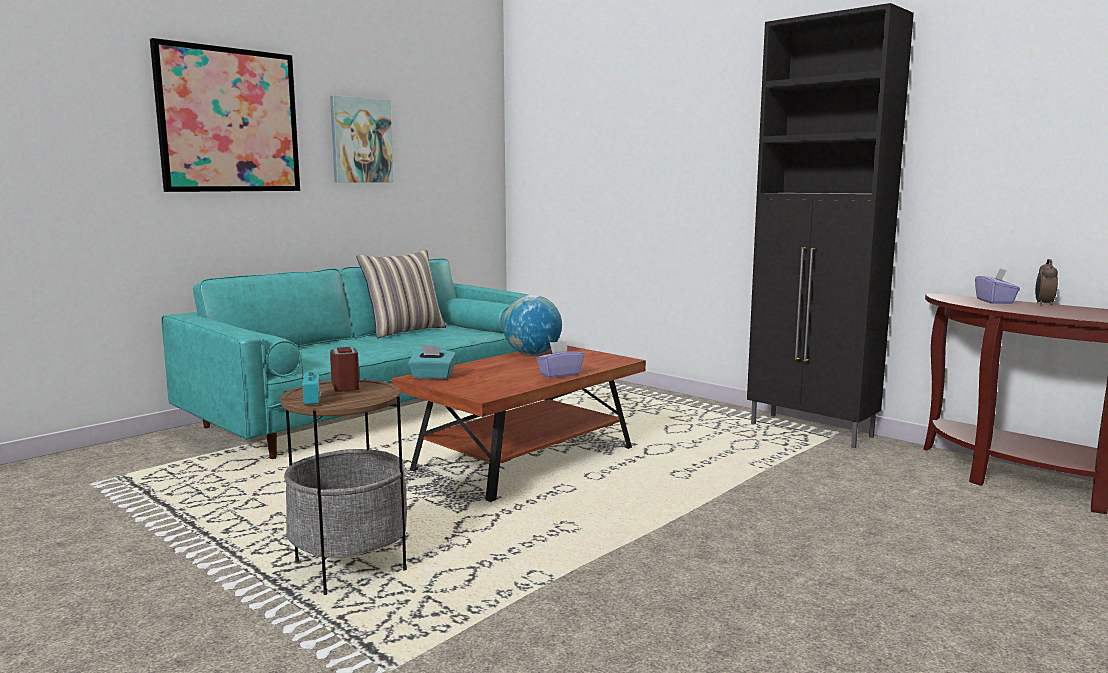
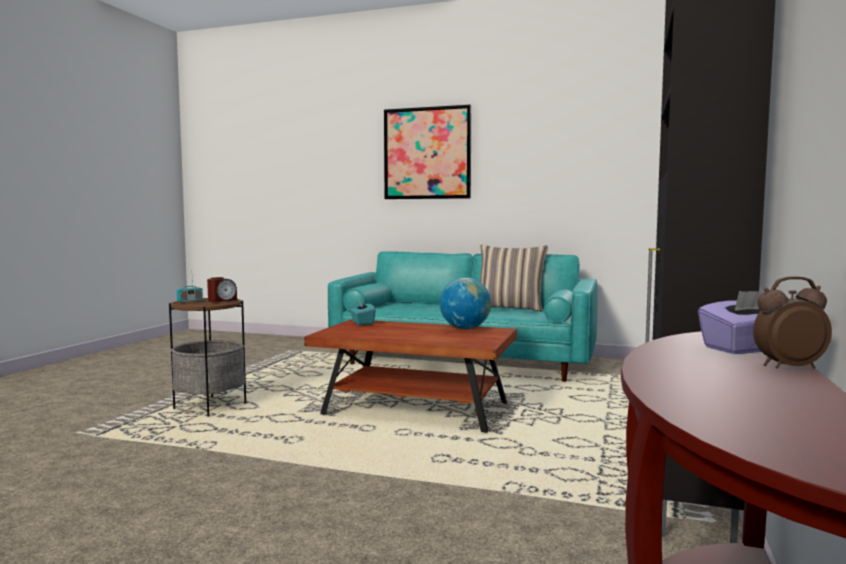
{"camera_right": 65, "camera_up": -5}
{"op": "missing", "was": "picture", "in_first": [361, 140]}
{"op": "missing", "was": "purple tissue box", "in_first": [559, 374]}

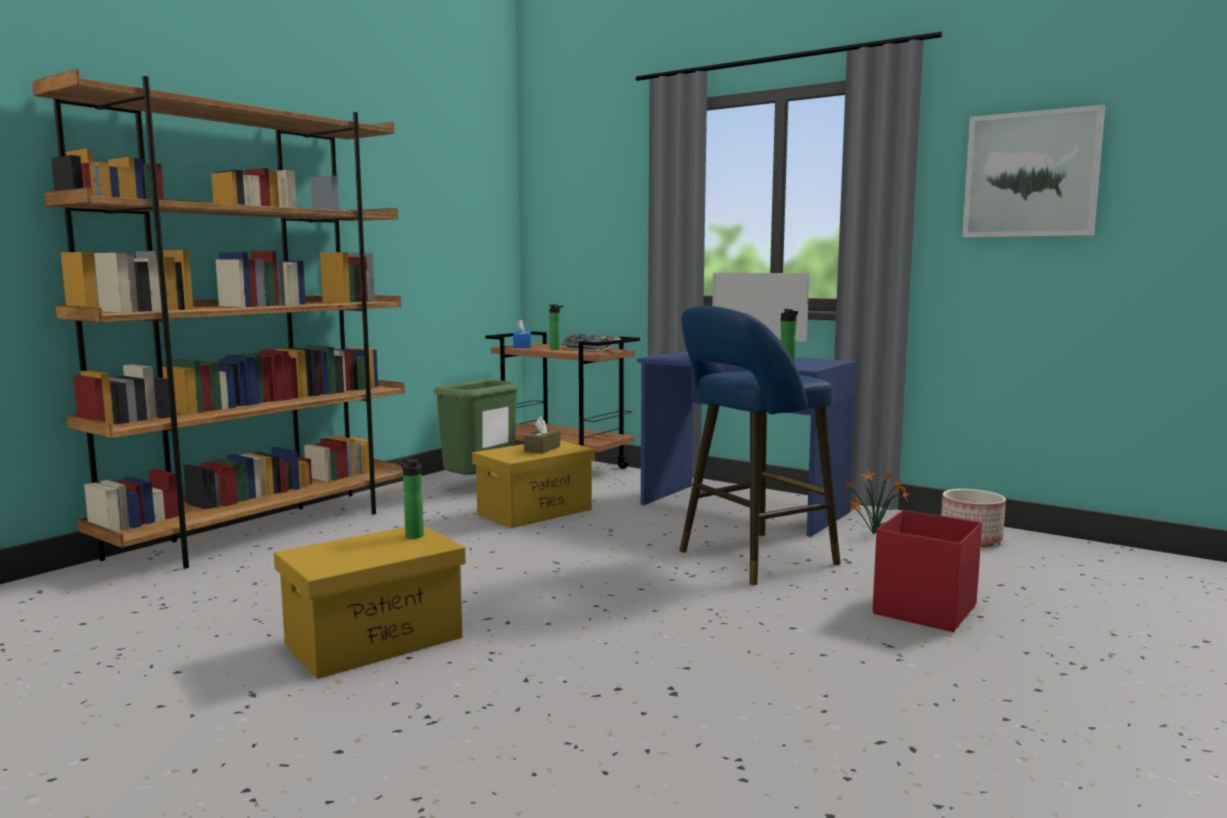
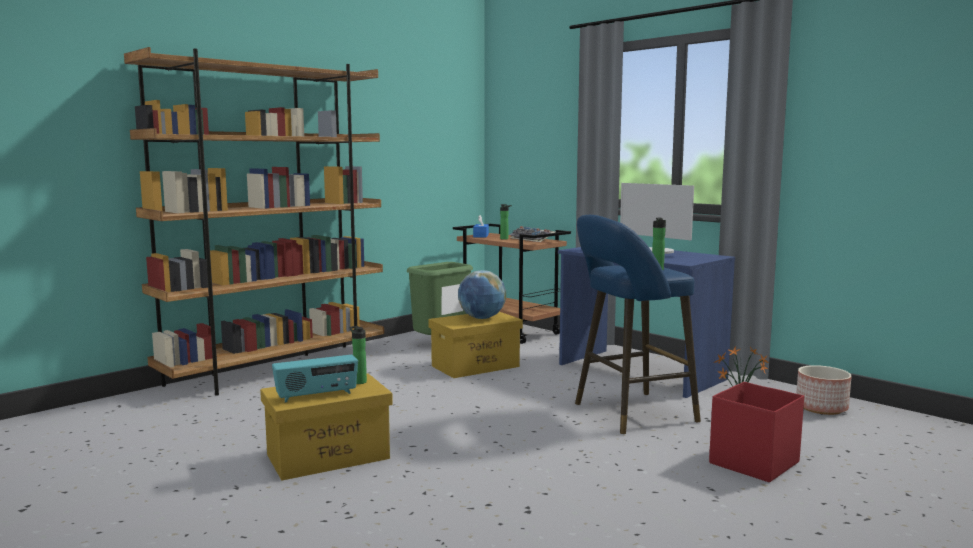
{"camera_right": 10, "camera_up": 0}
{"op": "exchanged", "was": "brown tissue box", "now": "globe", "in_first": [542, 449], "in_second": [482, 318]}
{"op": "missing", "was": "picture", "in_first": [1031, 175]}
{"op": "appeared", "now": "radio", "in_second": [317, 396]}

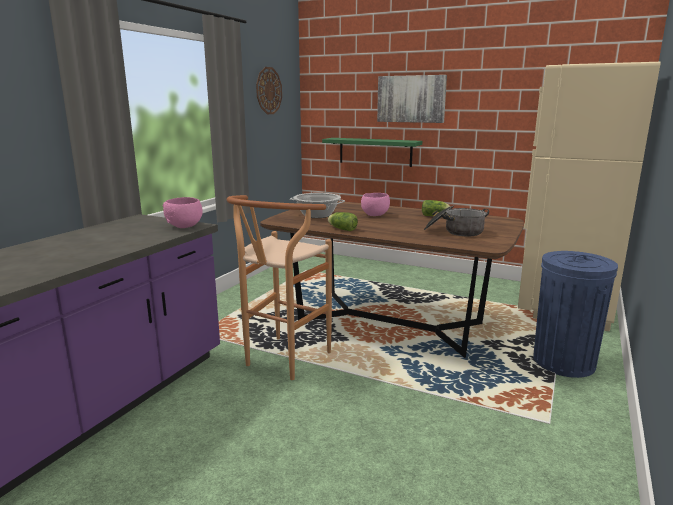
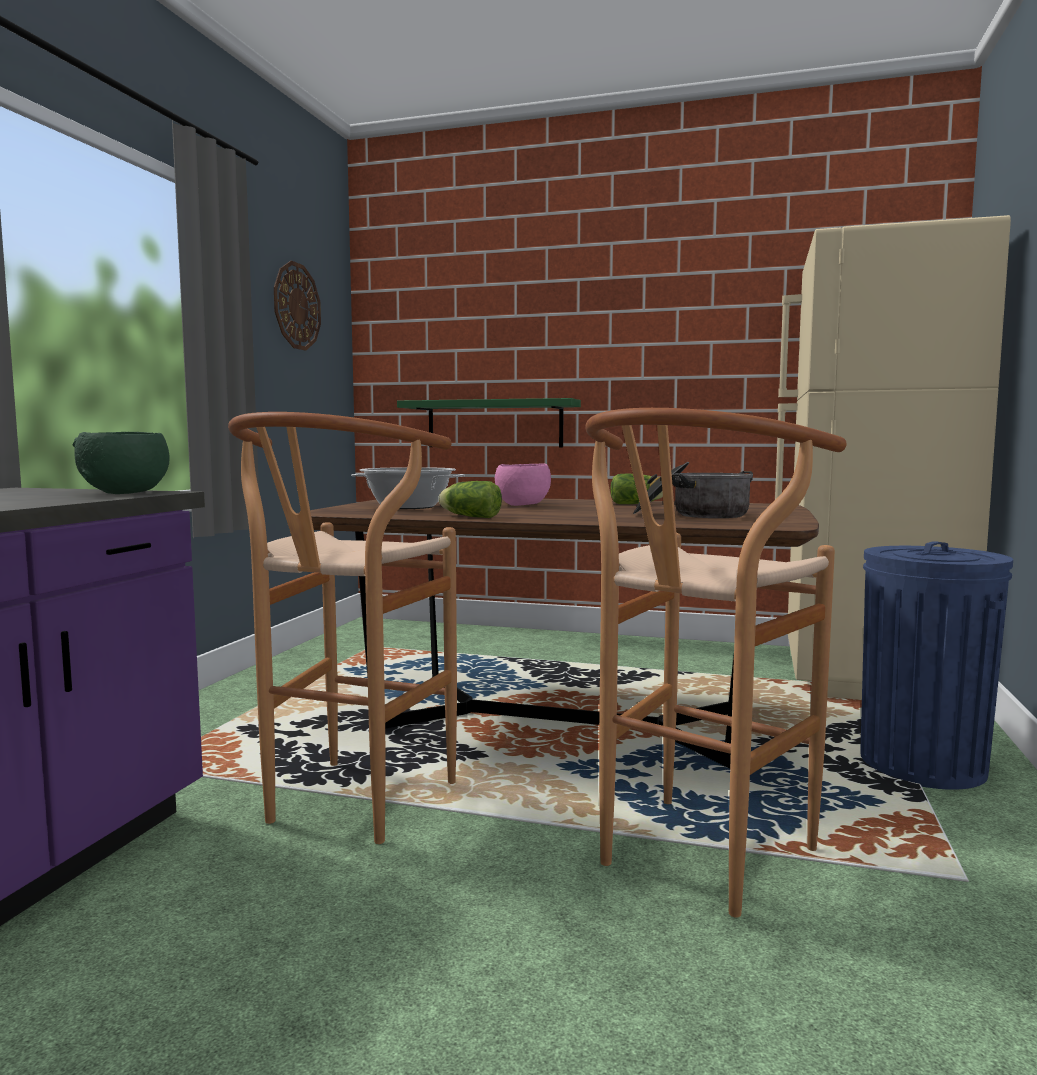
{"camera_right": -10, "camera_up": -10}
{"op": "colour", "was": "pink bowl", "now": "green bowl", "in_first": [185, 226], "in_second": [126, 493]}
{"op": "missing", "was": "picture", "in_first": [411, 99]}
{"op": "appeared", "now": "brown stool", "in_second": [693, 863]}

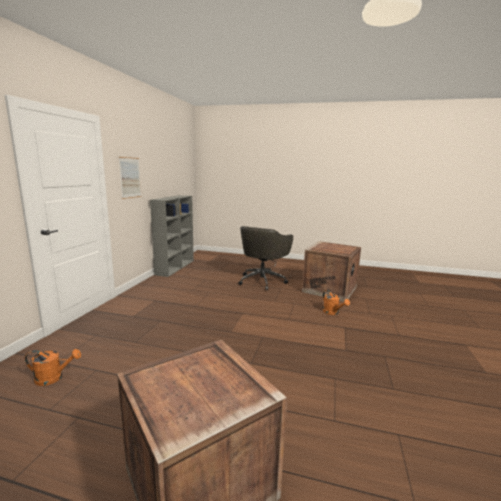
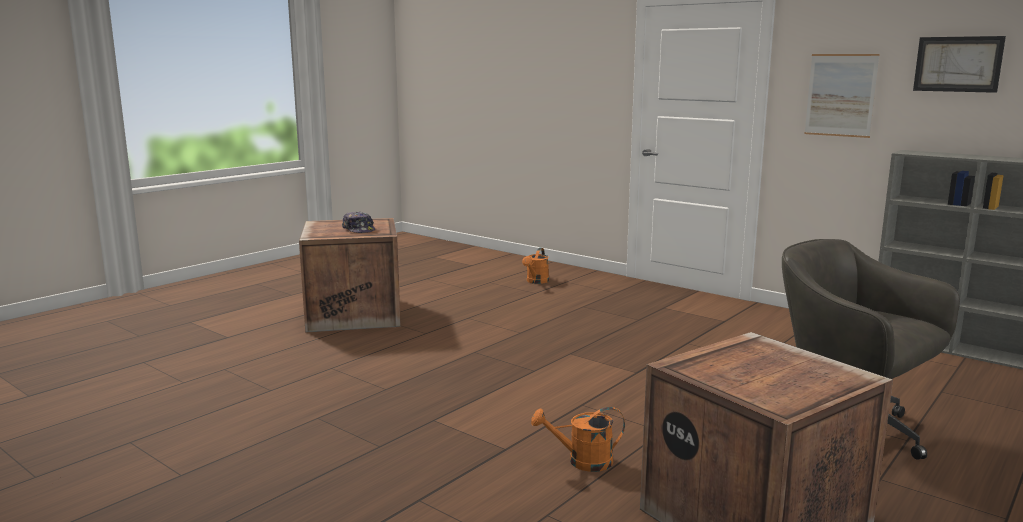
{"camera_right": 115, "camera_up": 0}
{"op": "appeared", "now": "cap", "in_second": [359, 230]}
{"op": "appeared", "now": "picture", "in_second": [958, 64]}

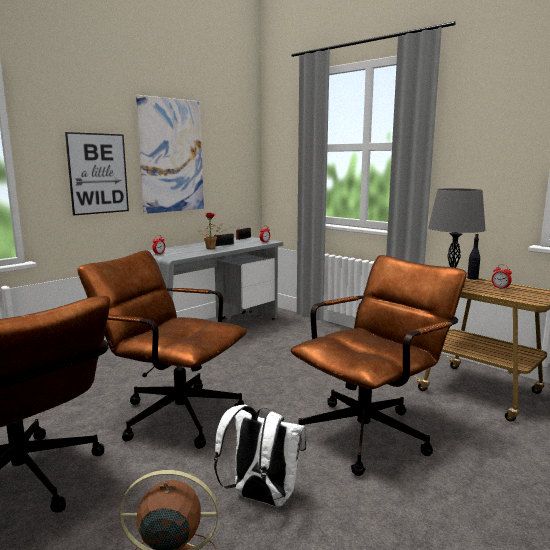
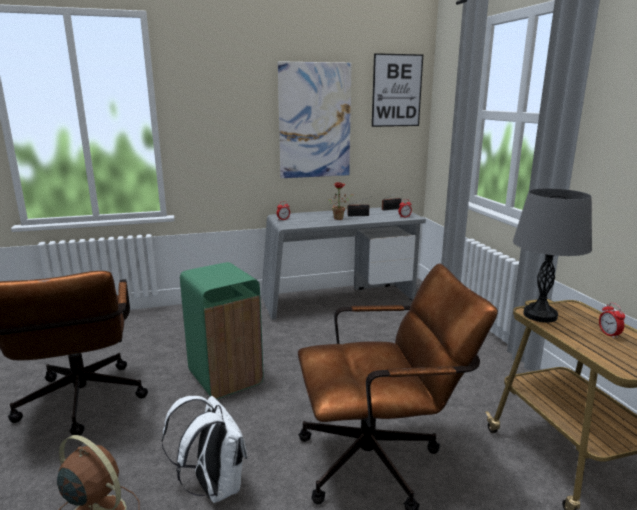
{"camera_right": 30, "camera_up": 5}
{"op": "relocated", "was": "picture", "in_first": [98, 173], "in_second": [396, 90]}
{"op": "exchanged", "was": "brown office chair", "now": "green trash can", "in_first": [171, 414], "in_second": [226, 377]}
{"op": "missing", "was": "black bottle", "in_first": [472, 278]}

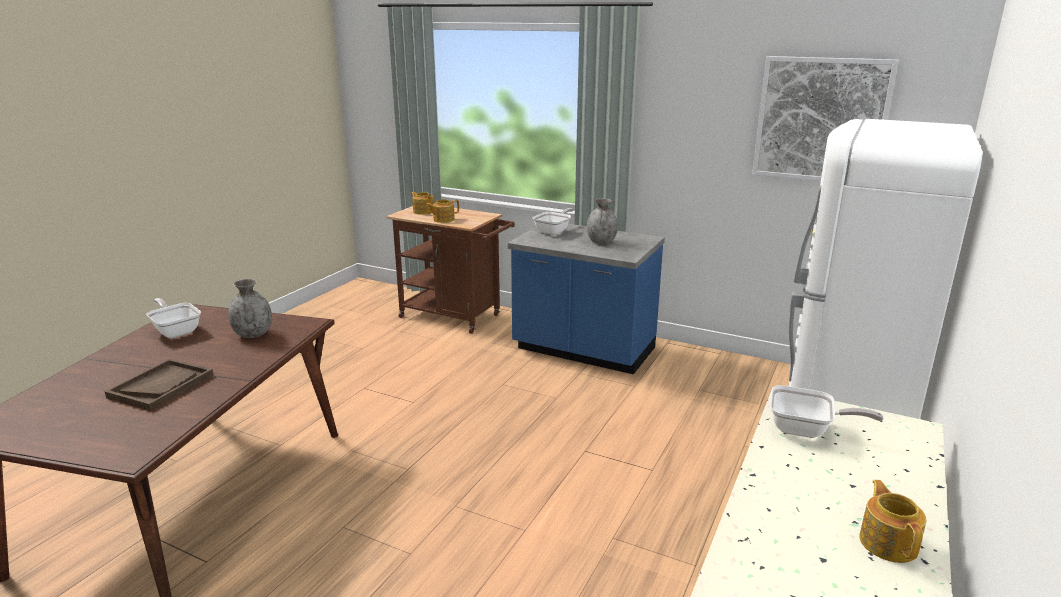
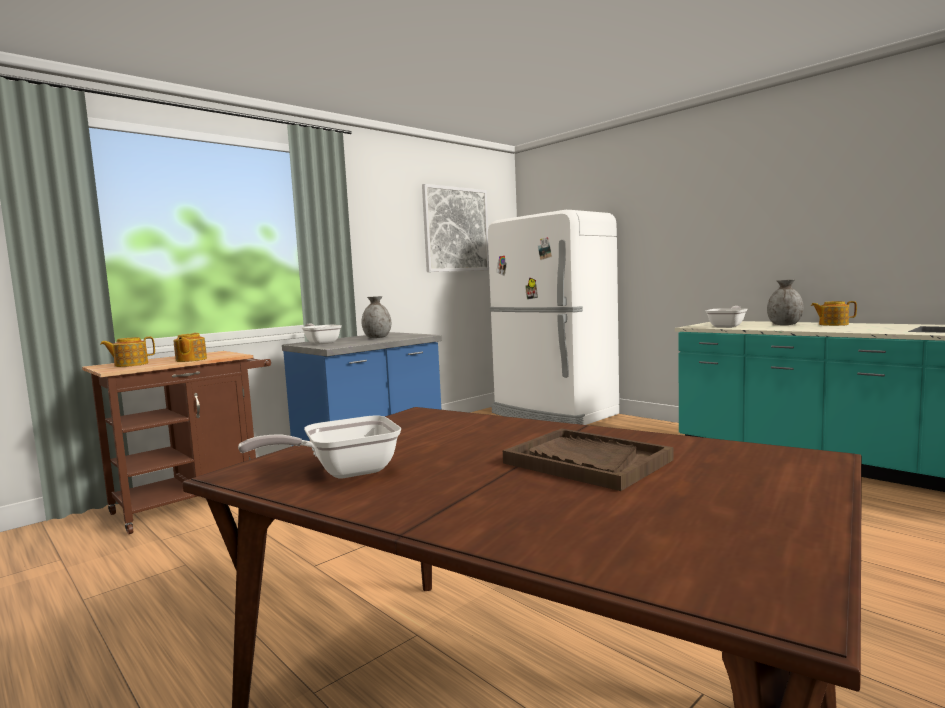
{"camera_right": -70, "camera_up": -15}
{"op": "relocated", "was": "grey vase", "in_first": [253, 334], "in_second": [785, 324]}

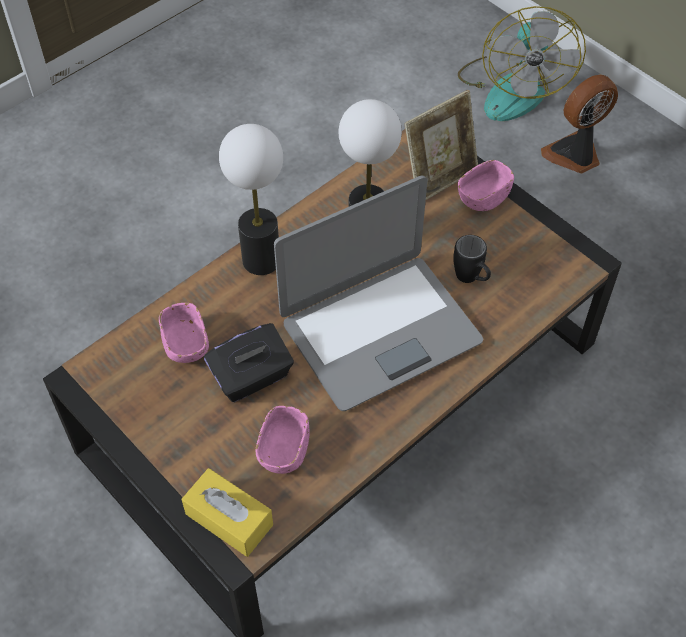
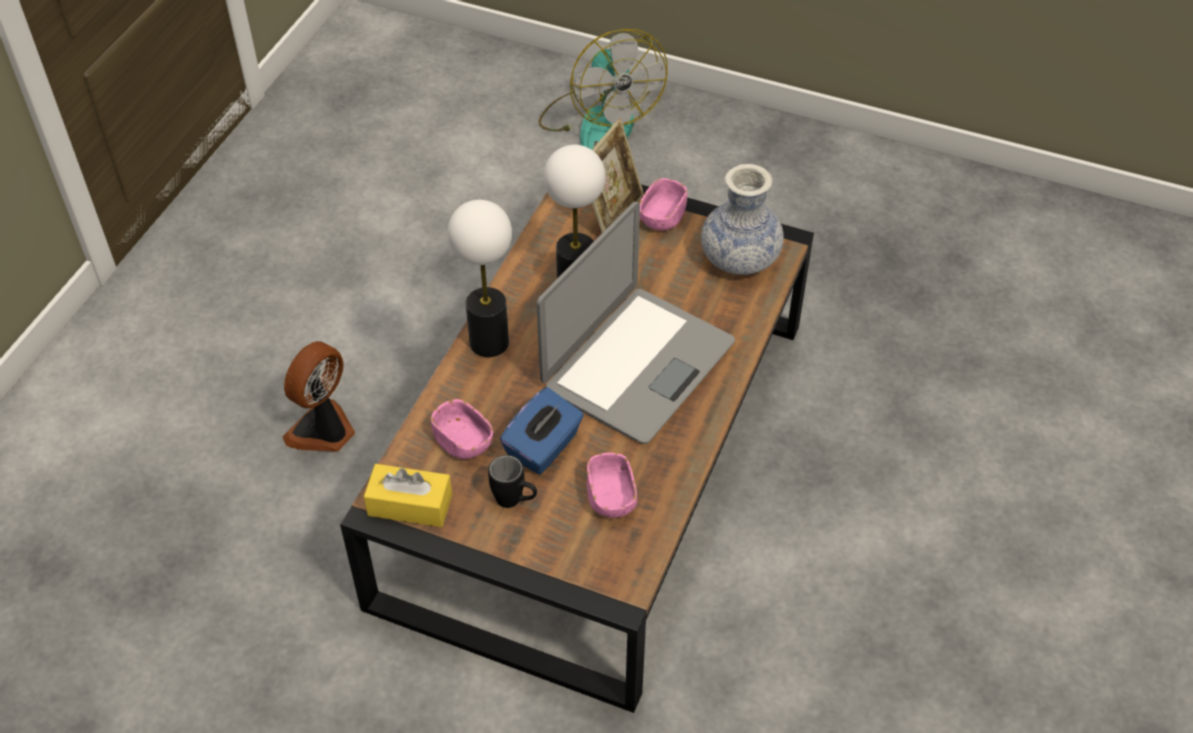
{"camera_right": -25, "camera_up": -5}
{"op": "relocated", "was": "yellow tissue box", "in_first": [229, 519], "in_second": [410, 505]}
{"op": "colour", "was": "black tissue box", "now": "blue tissue box", "in_first": [251, 377], "in_second": [543, 447]}
{"op": "relocated", "was": "black mug", "in_first": [471, 279], "in_second": [515, 501]}
{"op": "relocated", "was": "fan", "in_first": [574, 155], "in_second": [324, 431]}
{"op": "appeared", "now": "vase", "in_second": [740, 259]}

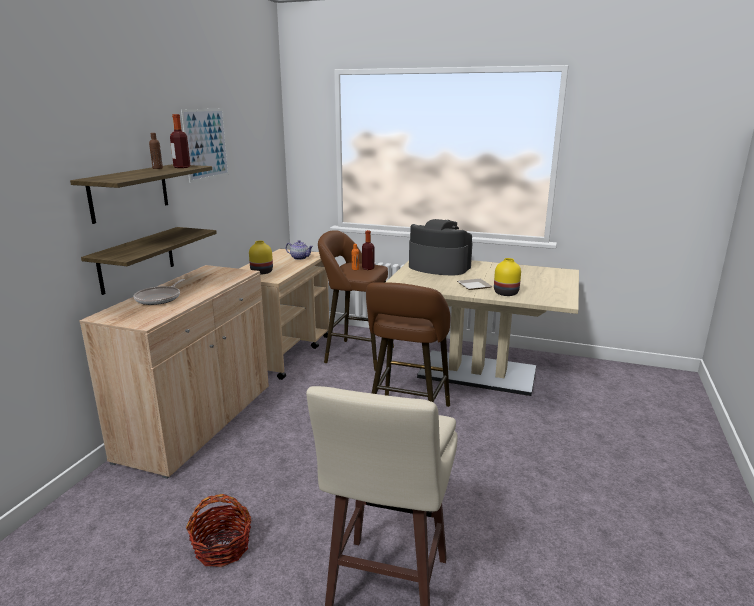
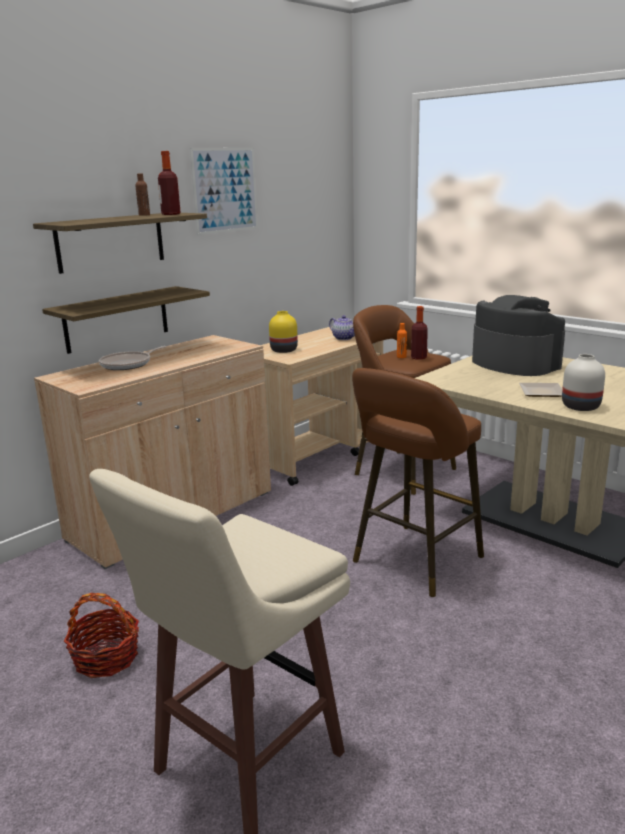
{"camera_right": 25, "camera_up": 0}
{"op": "colour", "was": "yellow vase", "now": "white vase", "in_first": [506, 293], "in_second": [581, 406]}

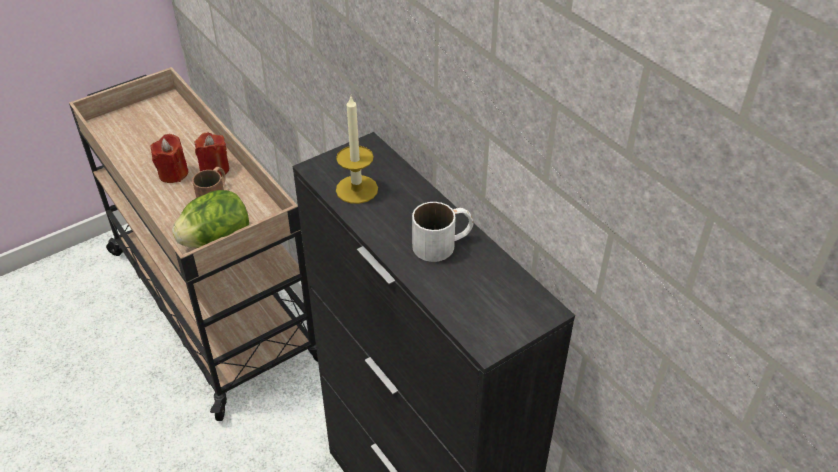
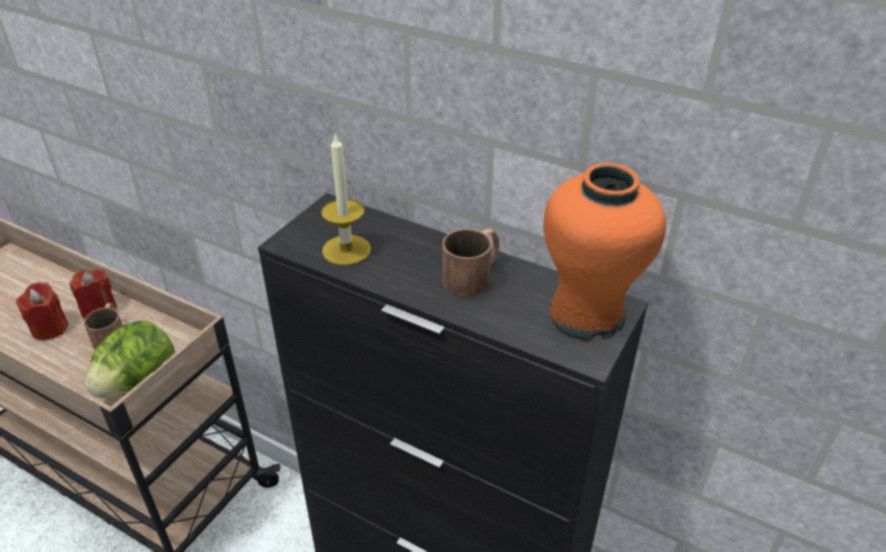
{"camera_right": -25, "camera_up": -5}
{"op": "colour", "was": "white mug", "now": "brown mug", "in_first": [443, 243], "in_second": [474, 275]}
{"op": "appeared", "now": "orange vase", "in_second": [587, 315]}

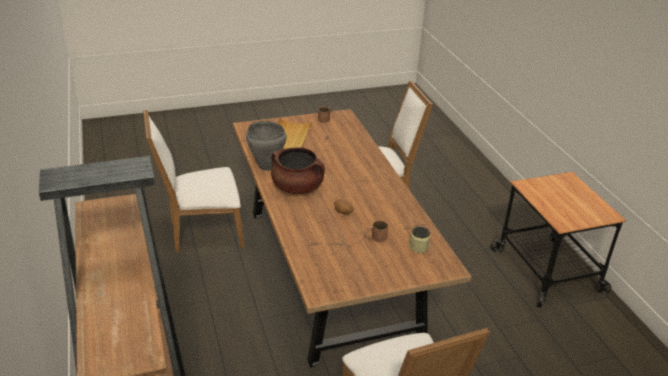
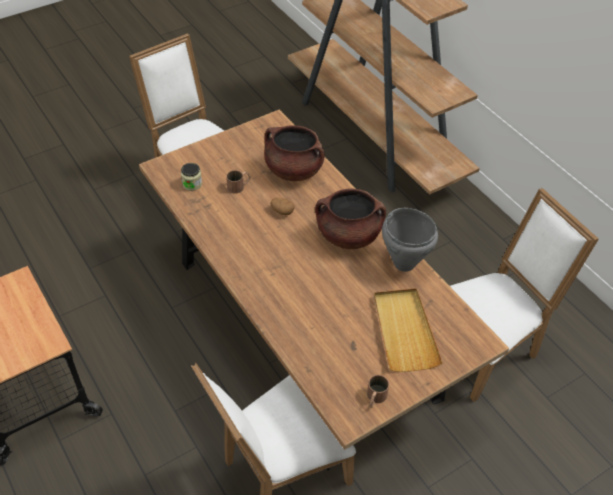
{"camera_right": 165, "camera_up": 15}
{"op": "appeared", "now": "brown cooking pot", "in_second": [293, 170]}

